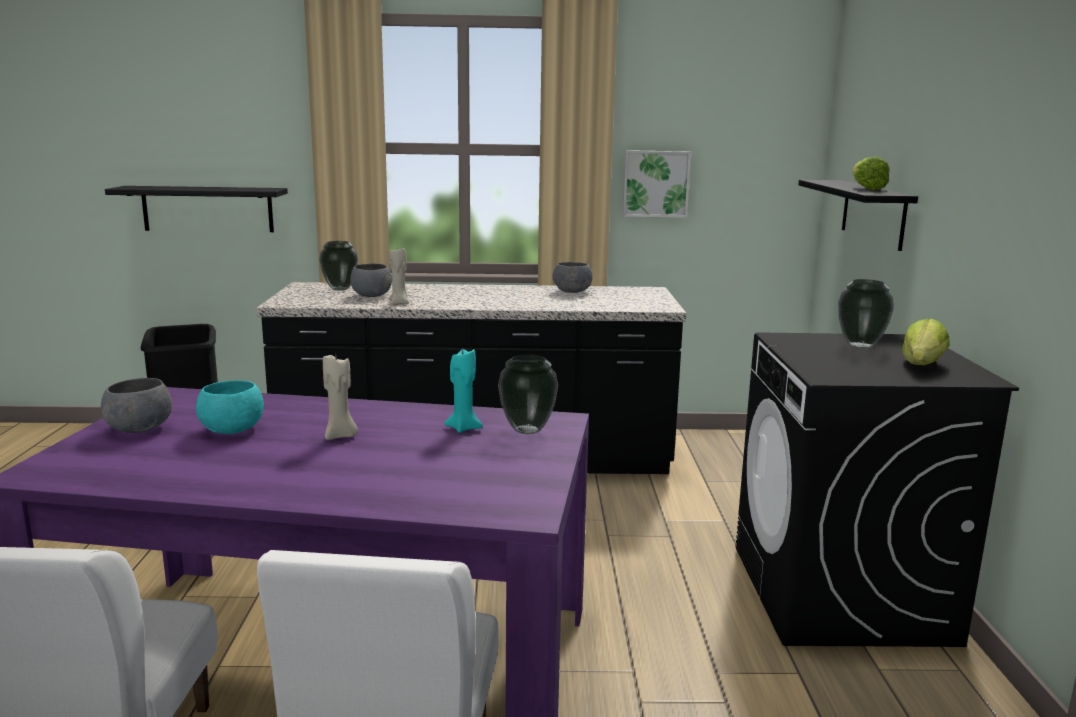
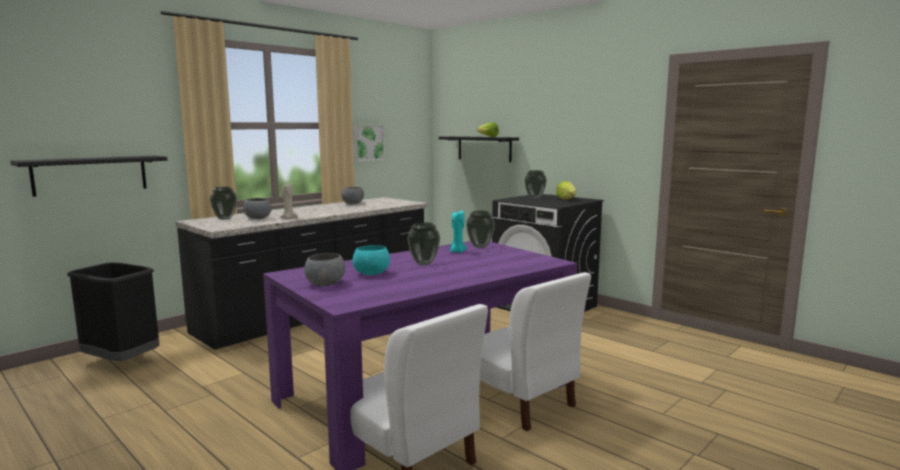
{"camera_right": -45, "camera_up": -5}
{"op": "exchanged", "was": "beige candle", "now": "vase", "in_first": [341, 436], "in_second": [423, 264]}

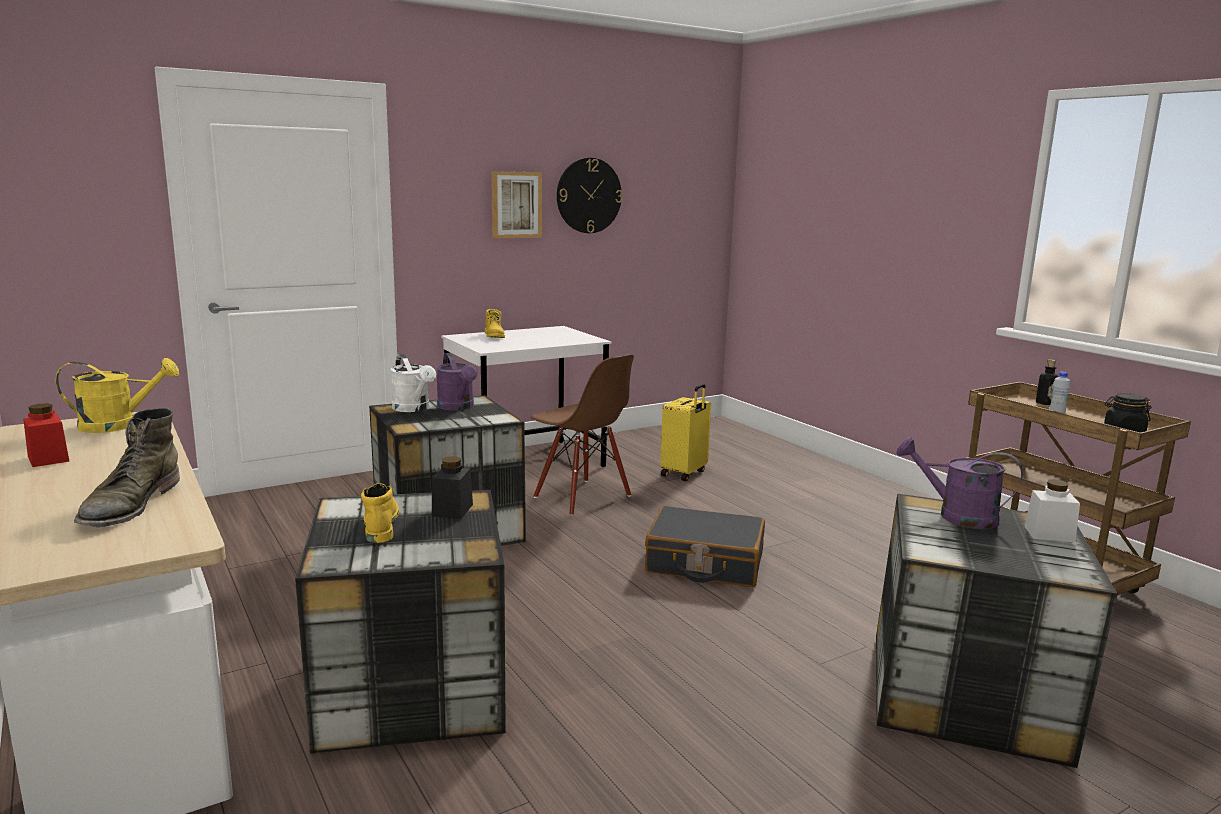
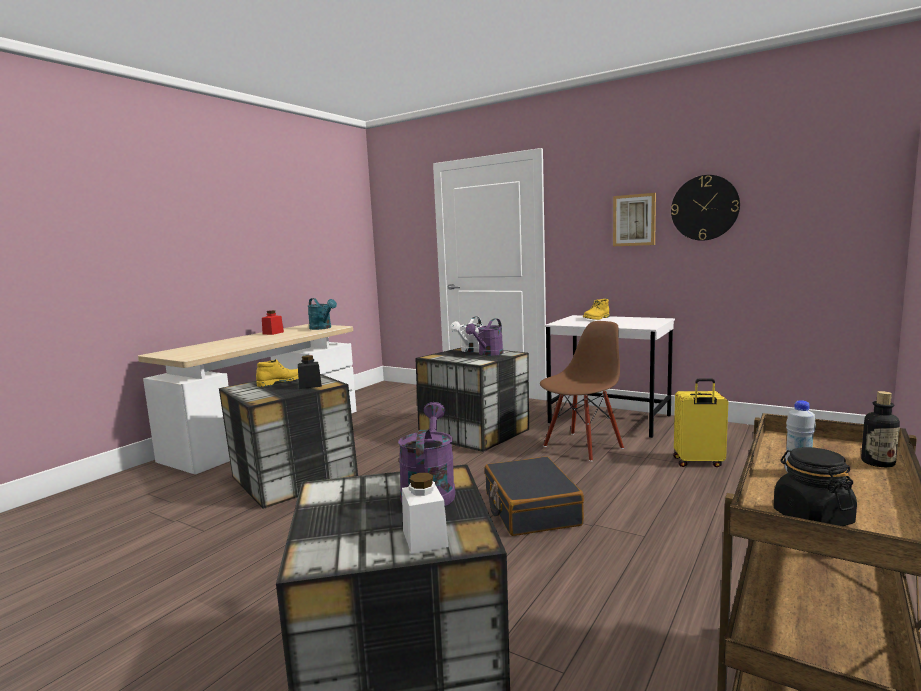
{"camera_right": 65, "camera_up": -5}
{"op": "colour", "was": "yellow watering can", "now": "turquoise watering can", "in_first": [119, 425], "in_second": [322, 328]}
{"op": "missing", "was": "green boot", "in_first": [130, 505]}
{"op": "spun", "was": "brown chair", "in_first": [581, 497], "in_second": [582, 446], "clockwise": -150}

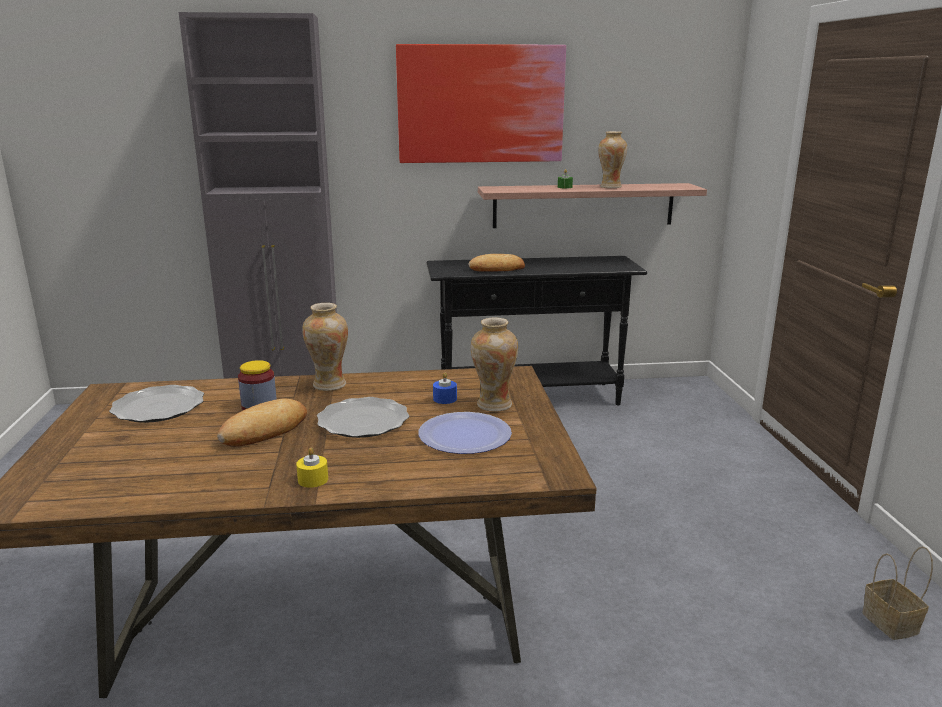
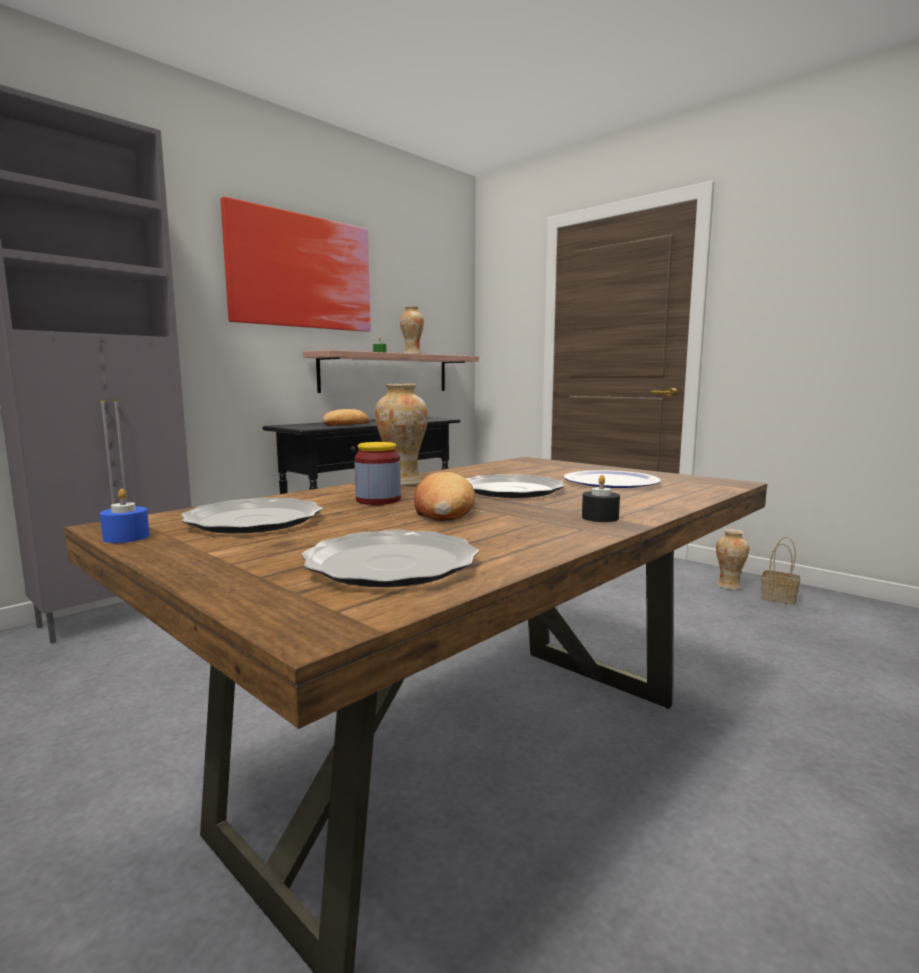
{"camera_right": -40, "camera_up": -10}
{"op": "colour", "was": "yellow candle", "now": "black candle", "in_first": [313, 479], "in_second": [600, 517]}
{"op": "relocated", "was": "blue candle", "in_first": [445, 399], "in_second": [126, 537]}
{"op": "relocated", "was": "vase", "in_first": [494, 405], "in_second": [729, 586]}
{"op": "appeared", "now": "plate", "in_second": [391, 564]}

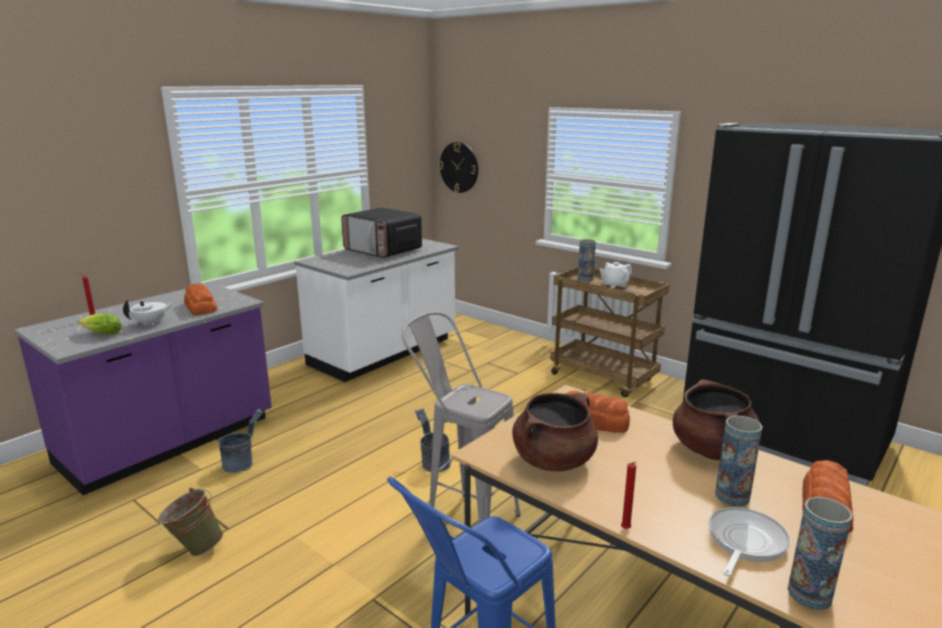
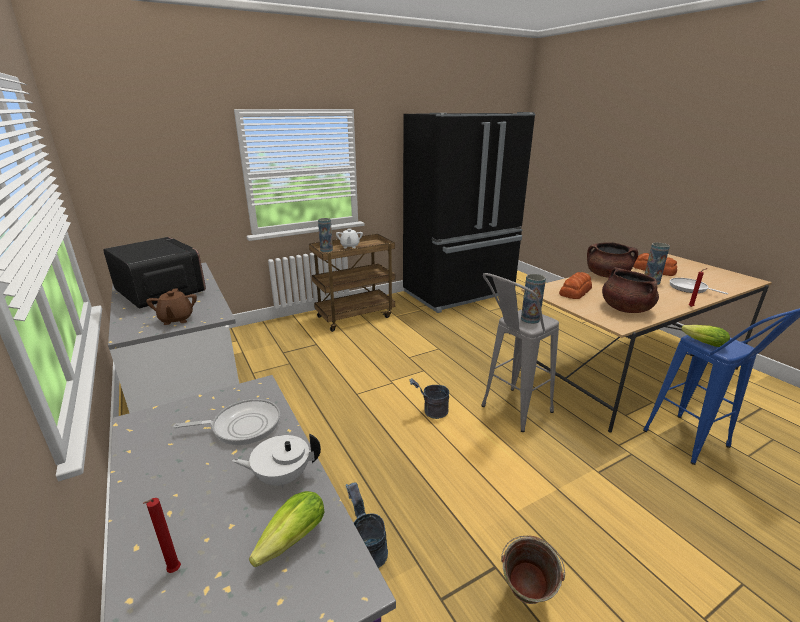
{"camera_right": -70, "camera_up": 5}
{"op": "spun", "was": "white teapot", "in_first": [151, 323], "in_second": [282, 477], "clockwise": -75}
{"op": "exchanged", "was": "bread", "now": "frying pan", "in_first": [201, 306], "in_second": [242, 426]}
{"op": "spun", "was": "microwave", "in_first": [383, 250], "in_second": [160, 292], "clockwise": -105}
{"op": "missing", "was": "wall clock", "in_first": [459, 167]}
{"op": "relocated", "was": "vase", "in_first": [809, 594], "in_second": [530, 319]}
{"op": "appeared", "now": "brown teapot", "in_second": [176, 319]}
{"op": "appeared", "now": "lettuce", "in_second": [701, 342]}

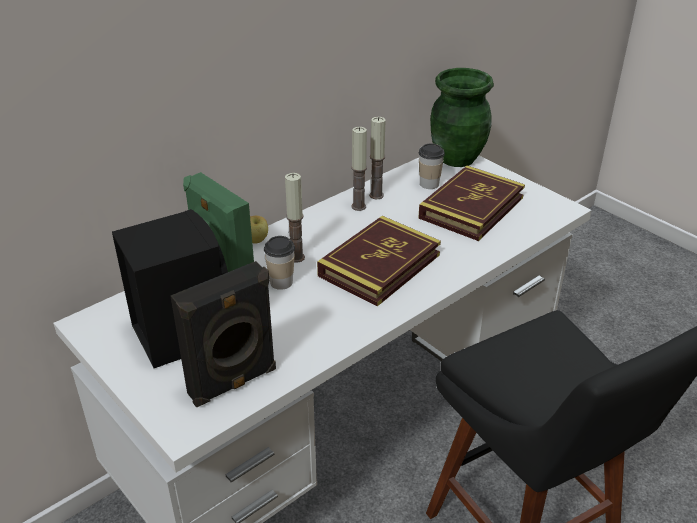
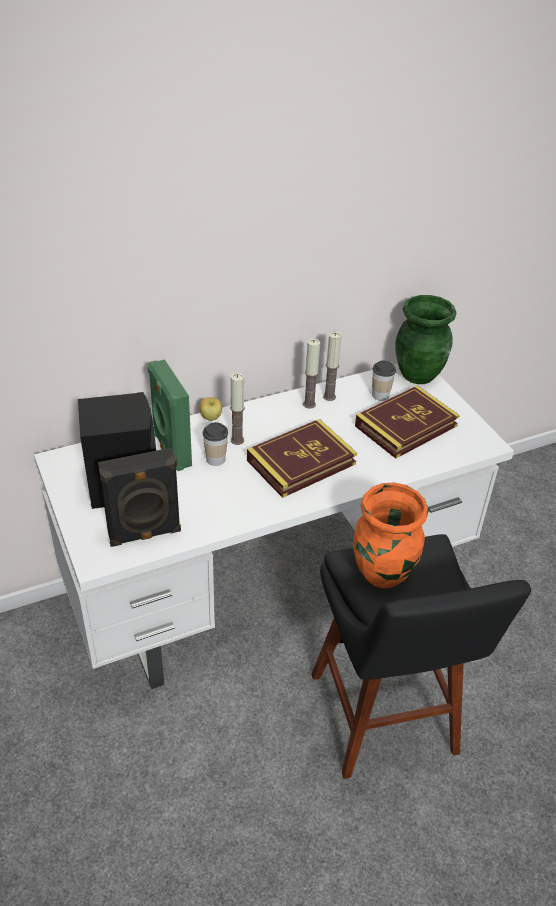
{"camera_right": 15, "camera_up": 5}
{"op": "appeared", "now": "orange vase", "in_second": [383, 574]}

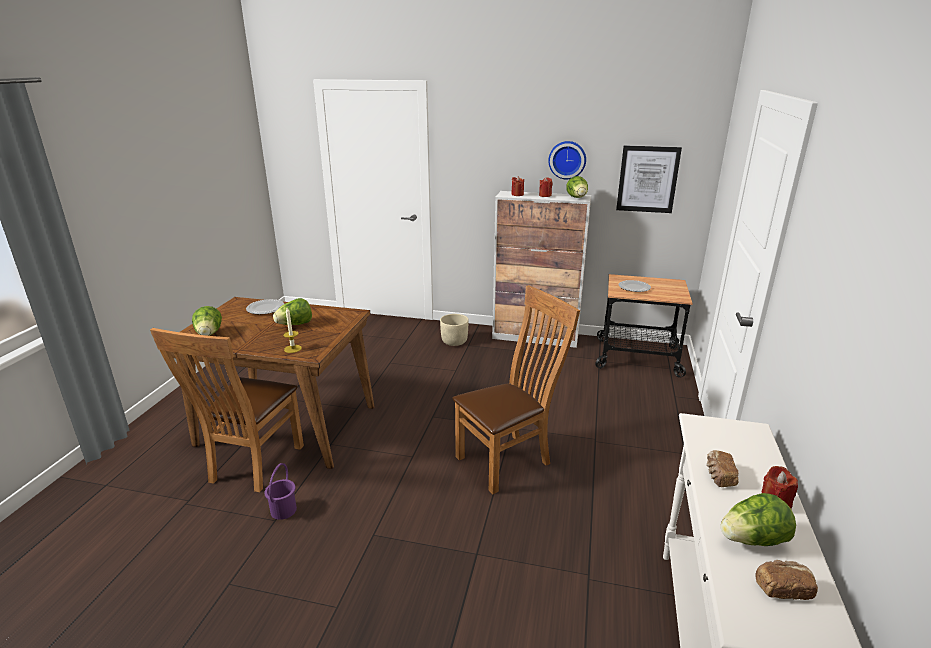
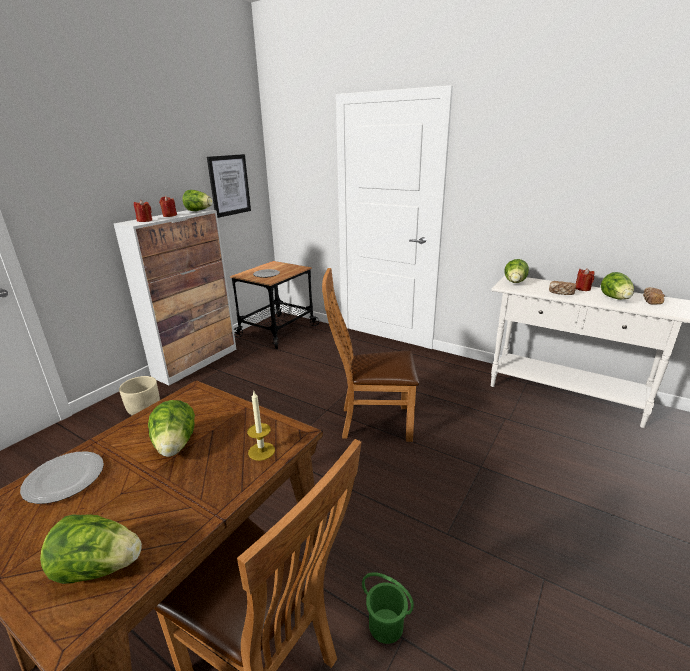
{"camera_right": -70, "camera_up": 0}
{"op": "colour", "was": "purple bucket", "now": "green bucket", "in_first": [283, 510], "in_second": [386, 626]}
{"op": "spun", "was": "brown chair", "in_first": [508, 459], "in_second": [371, 422], "clockwise": -75}
{"op": "missing", "was": "wall clock", "in_first": [567, 159]}
{"op": "appeared", "now": "lettuce", "in_second": [515, 283]}

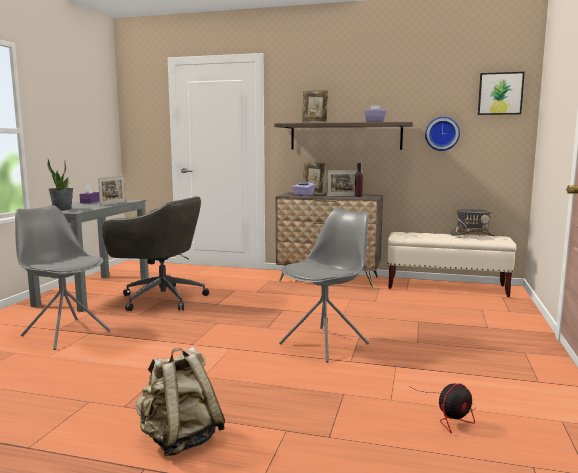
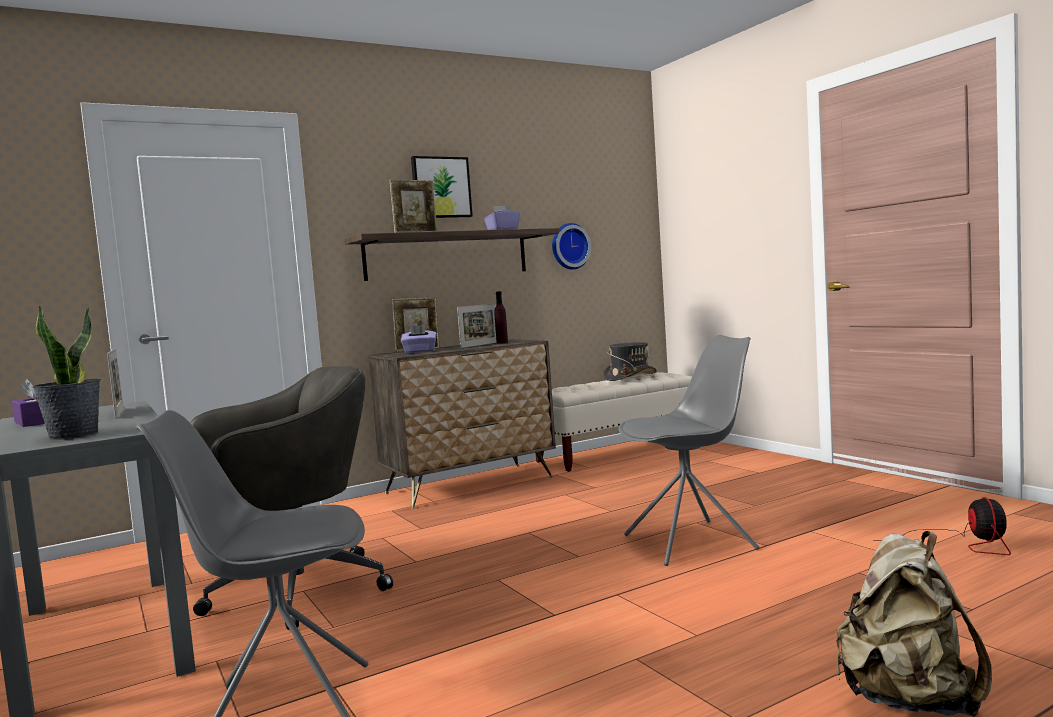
{"camera_right": -45, "camera_up": -5}
{"op": "spun", "was": "grey chair", "in_first": [325, 343], "in_second": [691, 542], "clockwise": 75}
{"op": "relocated", "was": "picture", "in_first": [500, 93], "in_second": [441, 187]}

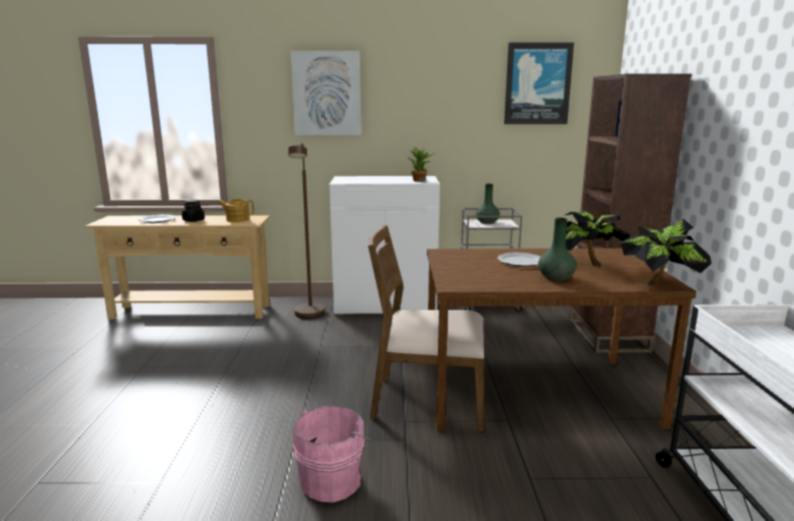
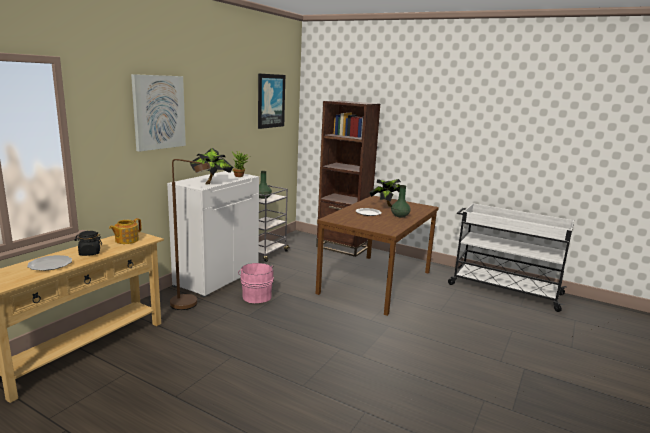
{"camera_right": -60, "camera_up": 0}
{"op": "relocated", "was": "pink bucket", "in_first": [333, 479], "in_second": [256, 296]}
{"op": "missing", "was": "brown chair", "in_first": [428, 401]}
{"op": "relocated", "was": "potted plant", "in_first": [660, 285], "in_second": [211, 183]}

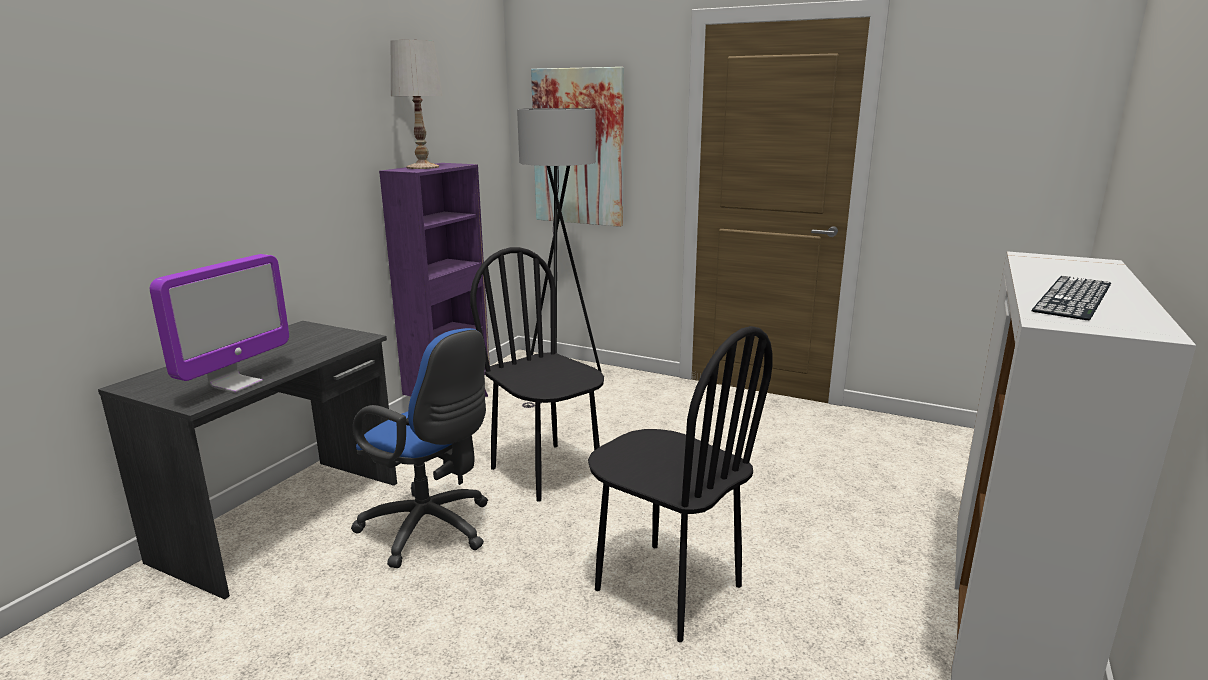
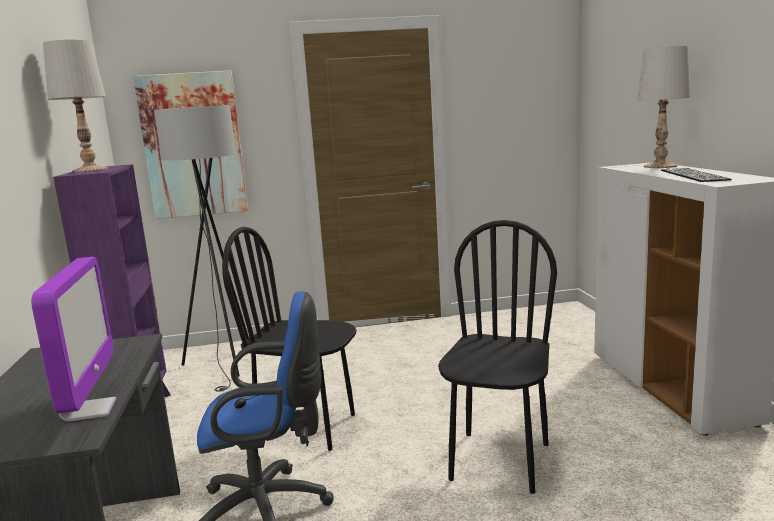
{"camera_right": -35, "camera_up": -5}
{"op": "spun", "was": "black chair", "in_first": [667, 588], "in_second": [499, 461], "clockwise": -75}
{"op": "appeared", "now": "white table lamp", "in_second": [659, 166]}

